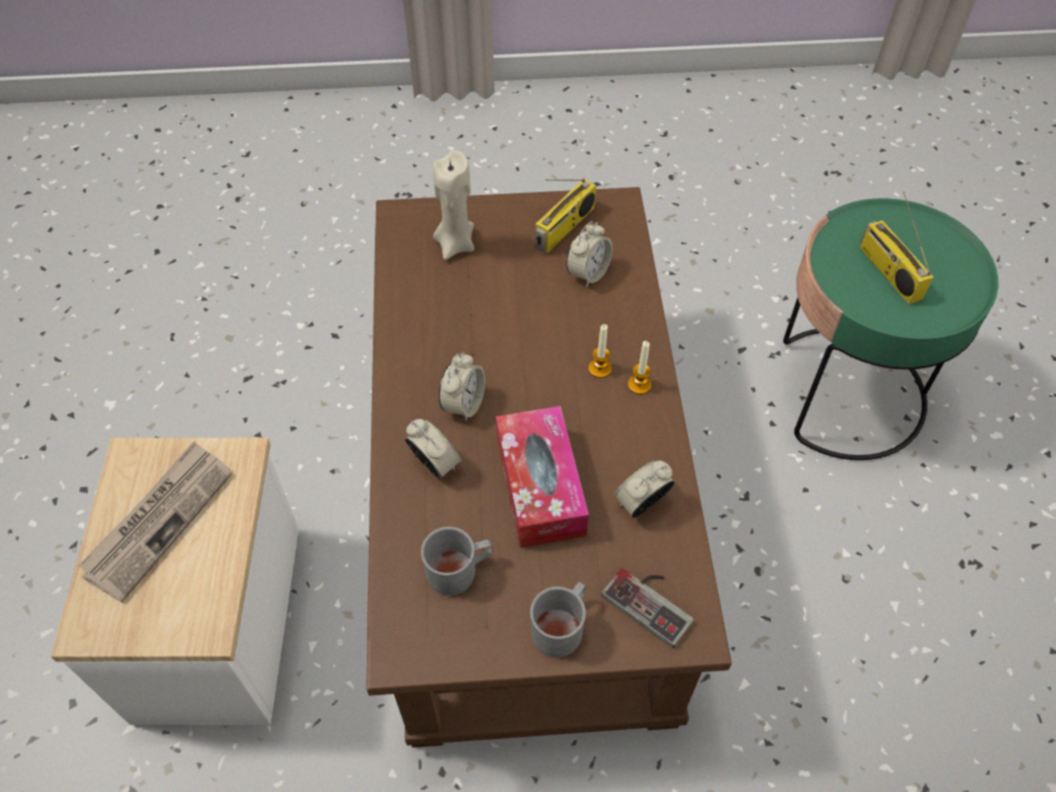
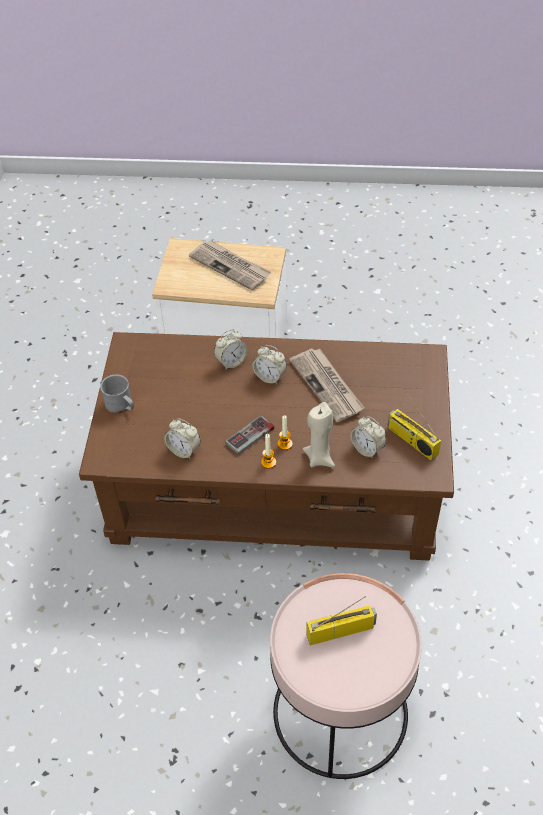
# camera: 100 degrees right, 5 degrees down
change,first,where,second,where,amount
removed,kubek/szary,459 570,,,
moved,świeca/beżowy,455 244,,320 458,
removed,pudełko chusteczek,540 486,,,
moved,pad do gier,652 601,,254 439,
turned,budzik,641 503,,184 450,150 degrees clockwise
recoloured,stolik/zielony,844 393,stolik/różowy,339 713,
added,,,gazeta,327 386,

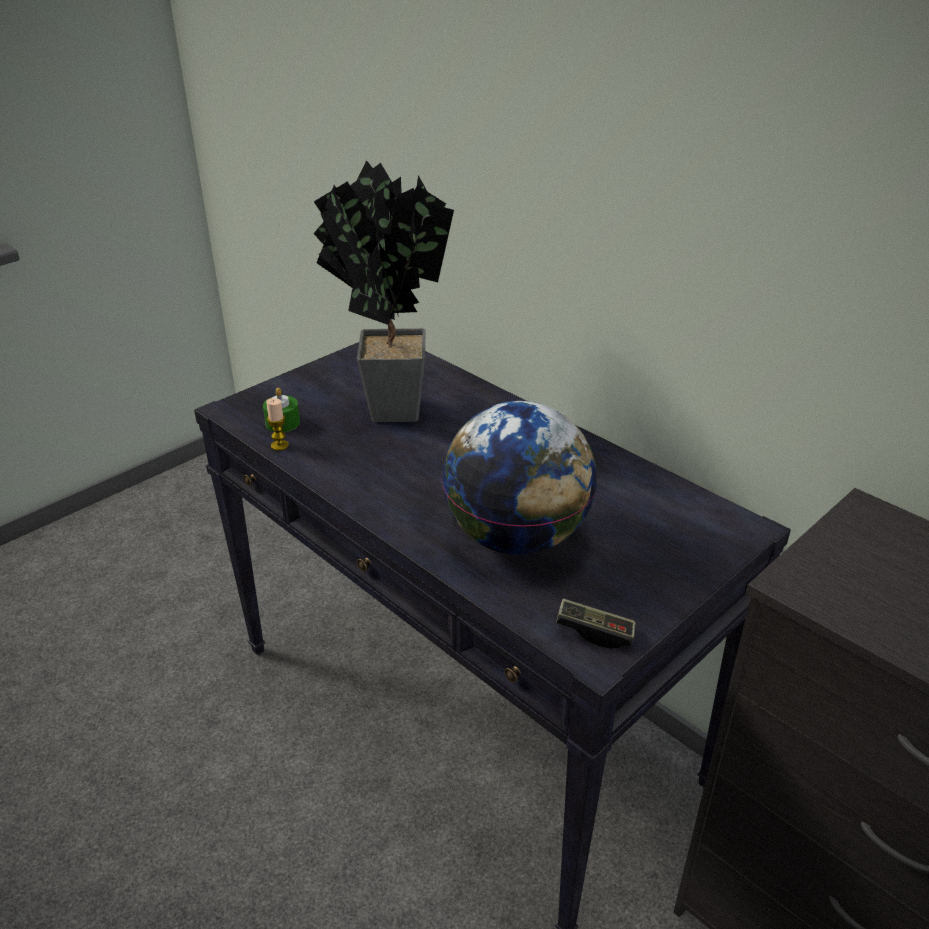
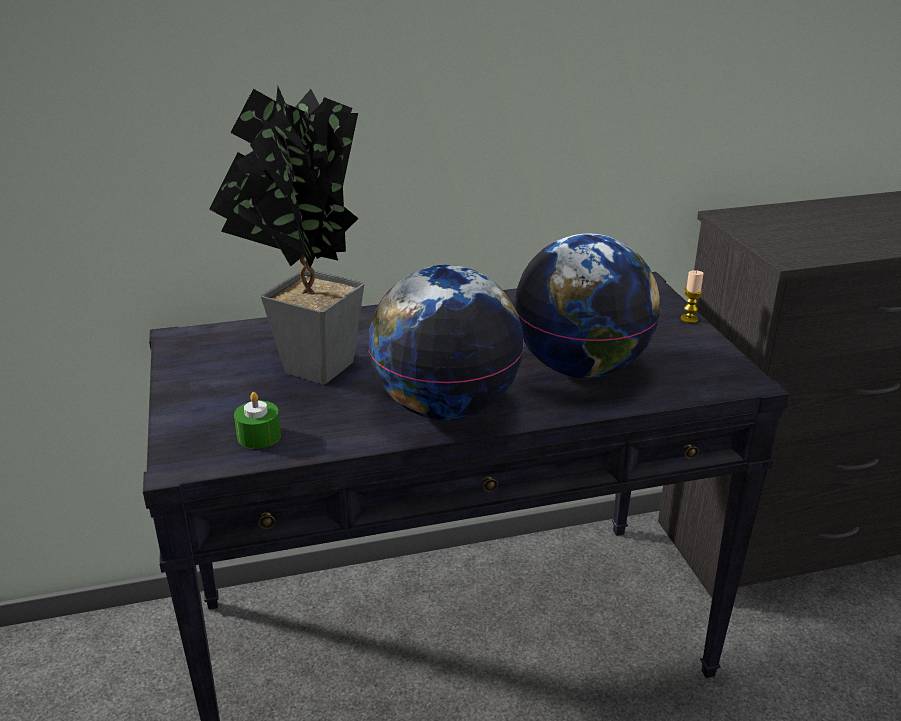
# camera: 60 degrees left, 5 degrees down
change,first,where,second,where,amount
moved,świeca,279 445,,689 319,
removed,pad do gier,594 632,,,
added,,,globus,446 407,

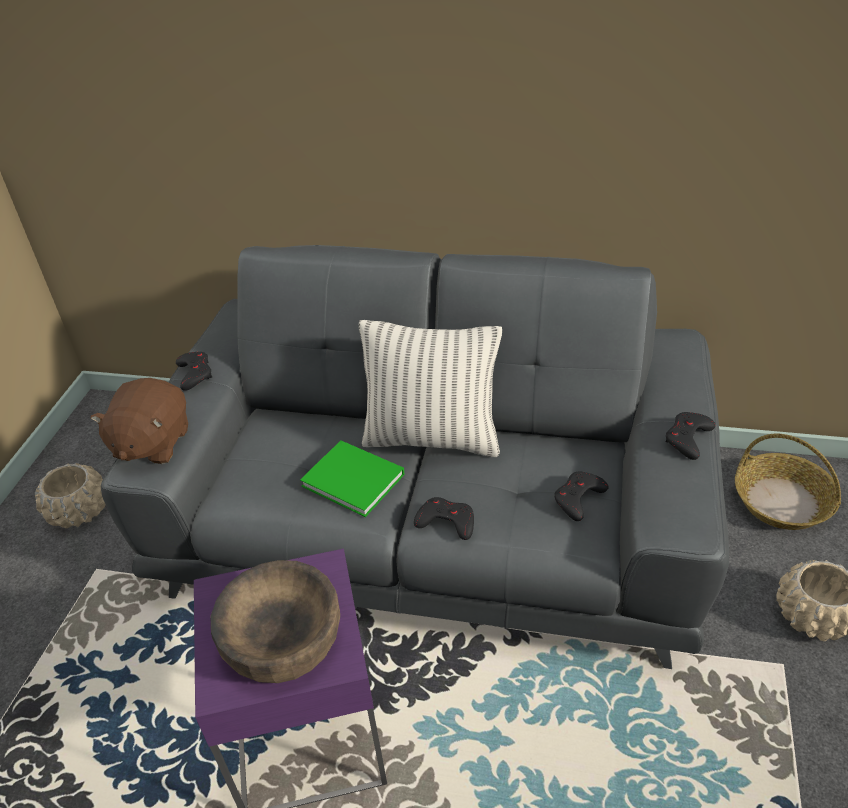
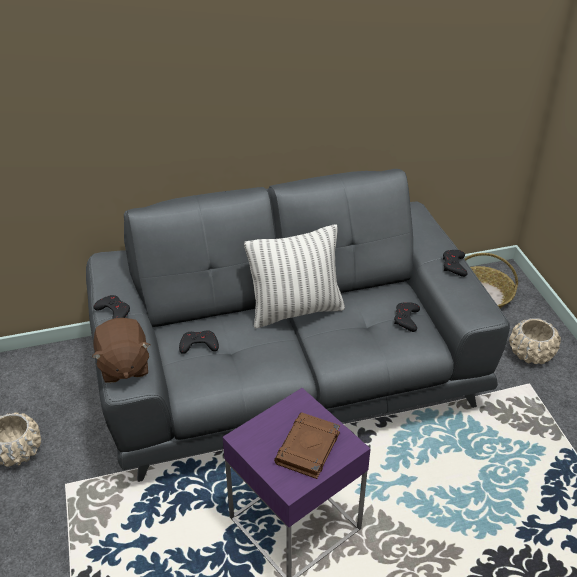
# camera: 30 degrees left, 0 degrees up
change,first,where,second,where,amount
replaced,miska/brązowy,283 642,książka/brązowy,308 449,
removed,książka/zielony,355 481,,,
moved,pad do gier/czarny,446 522,,199 345,

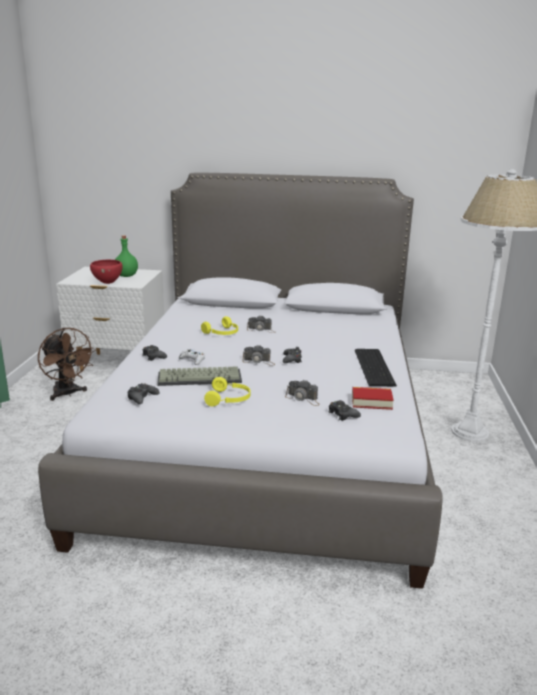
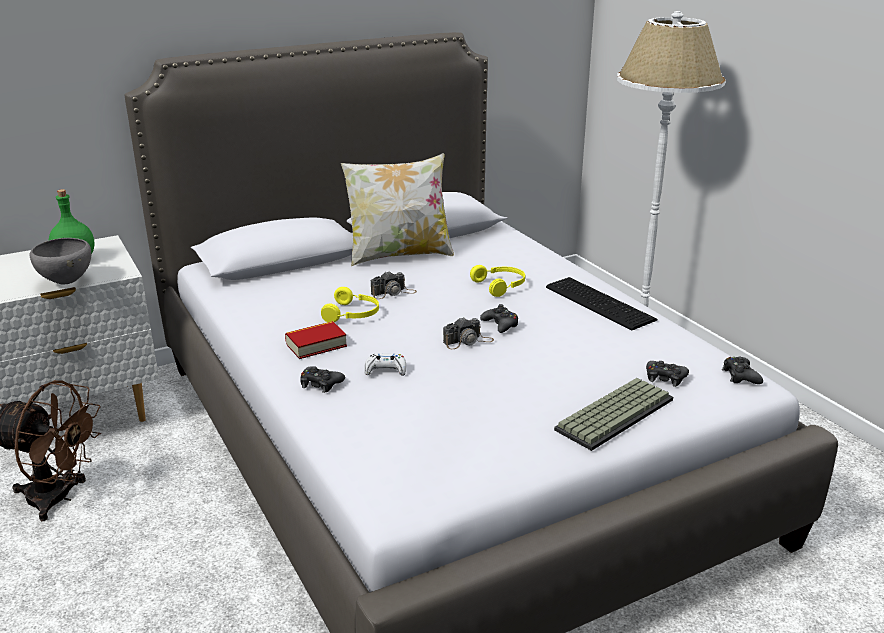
# camera: 35 degrees left, 5 degrees up
change,first,where,second,where,amount
recoloured,miska/czerwony,108 283,miska/szary,67 282,
moved,pad do gier/czarny,142 397,,740 376,
moved,klawiatura,200 377,,614 413,
moved,słuchawki/żółty,229 399,,501 286,
removed,aparat fotograficzny,303 399,,,
moved,książka,371 402,,316 345,
added,,,poduszka,399 255,

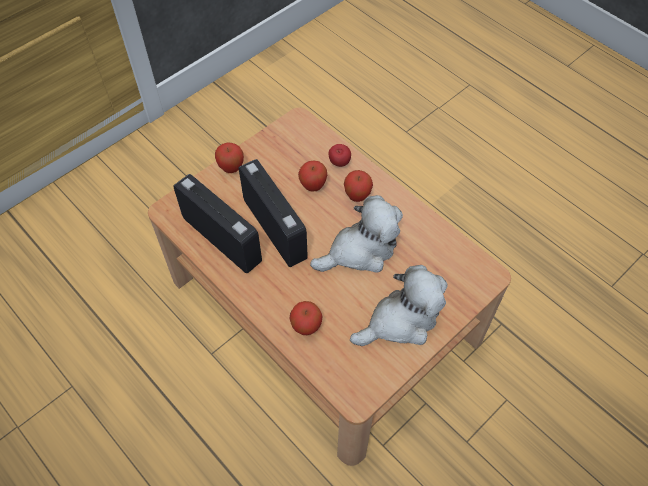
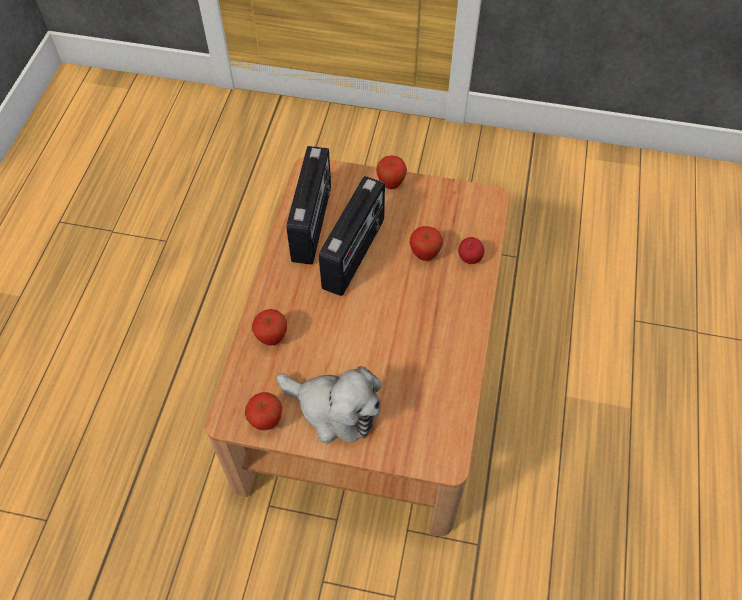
# camera: 55 degrees right, 0 degrees up
change,first,where,second,where,amount
removed,pluszak,360 250,,,
moved,jabłko,357 196,,266 421,

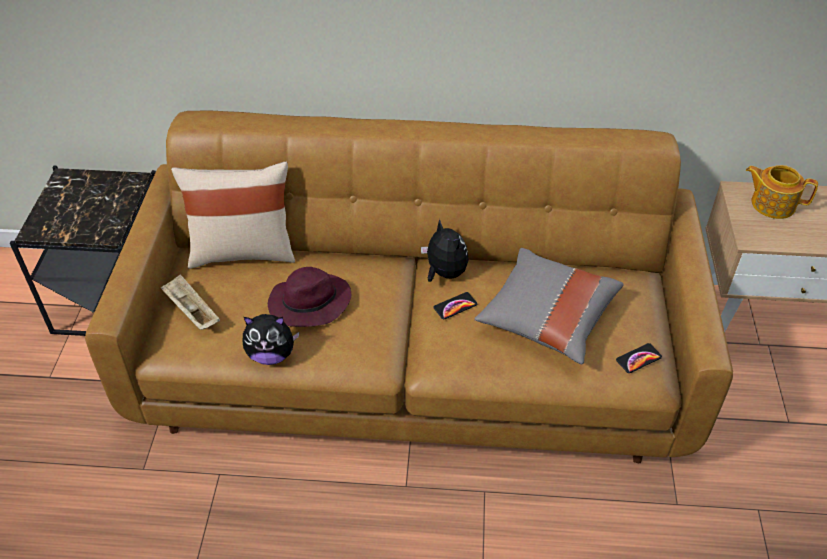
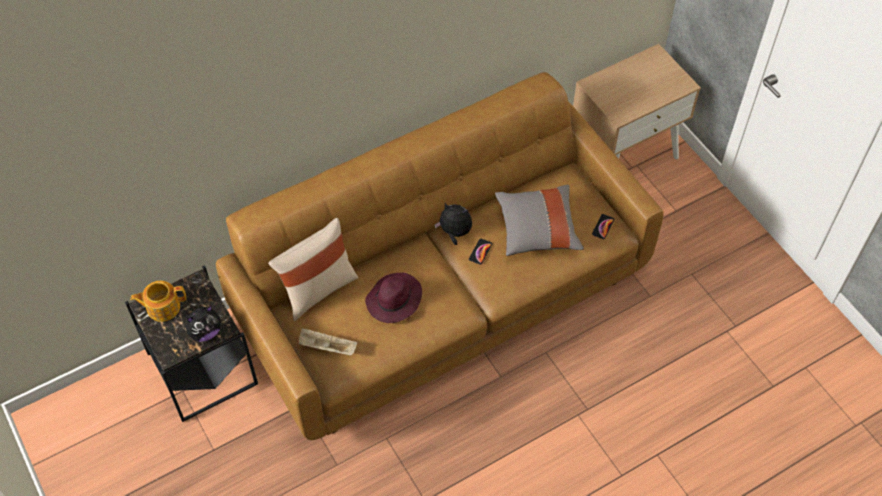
# camera: 35 degrees left, 10 degrees up
change,first,where,second,where,amount
moved,pluszak,271 355,,205 332,
moved,imbryk,772 204,,162 307,

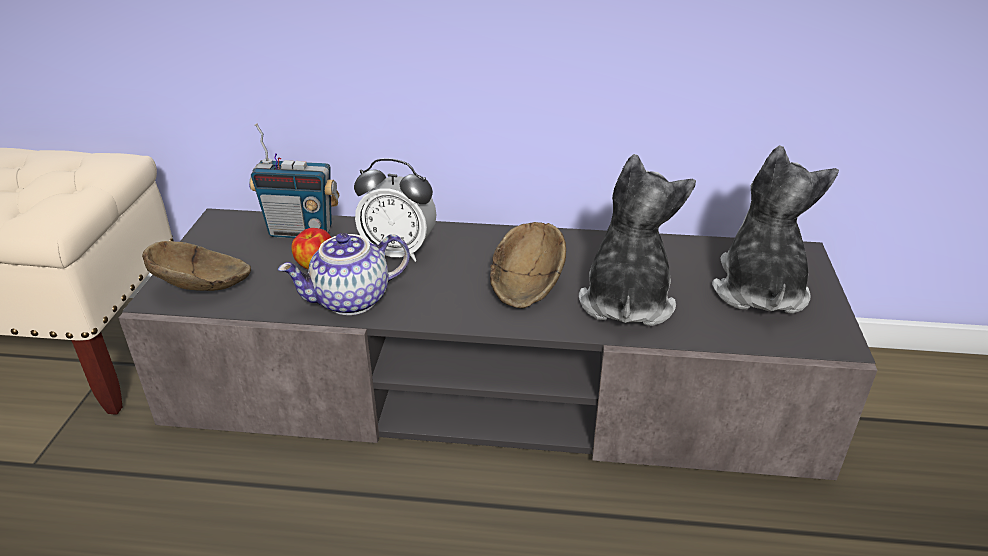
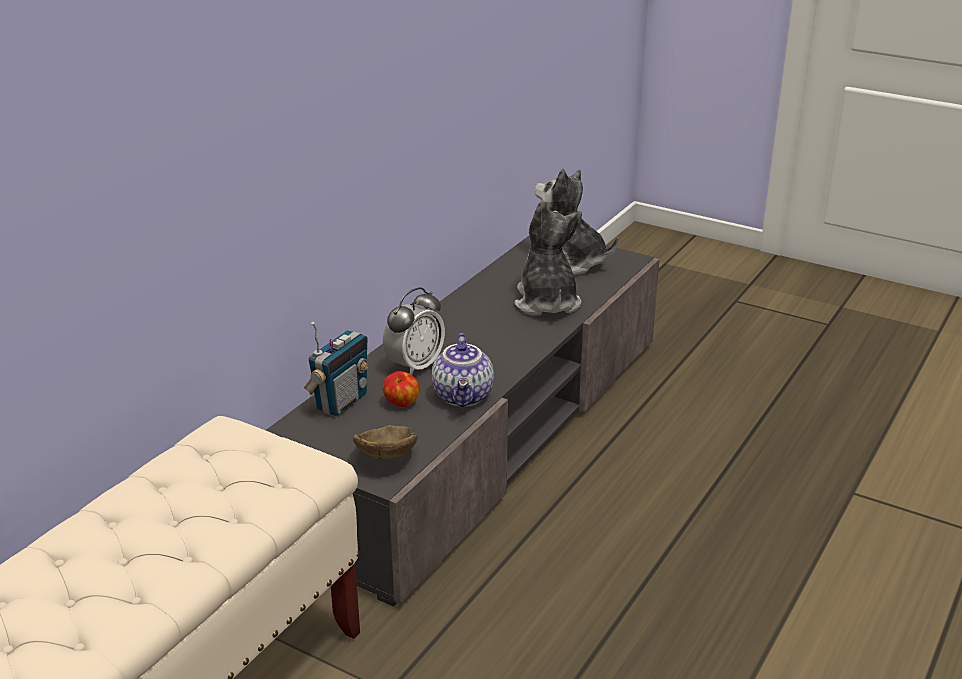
# camera: 65 degrees left, 5 degrees down
change,first,where,second,where,amount
removed,miska/brązowy,524 286,,,
turned,pluszak,626 300,,546 303,45 degrees clockwise

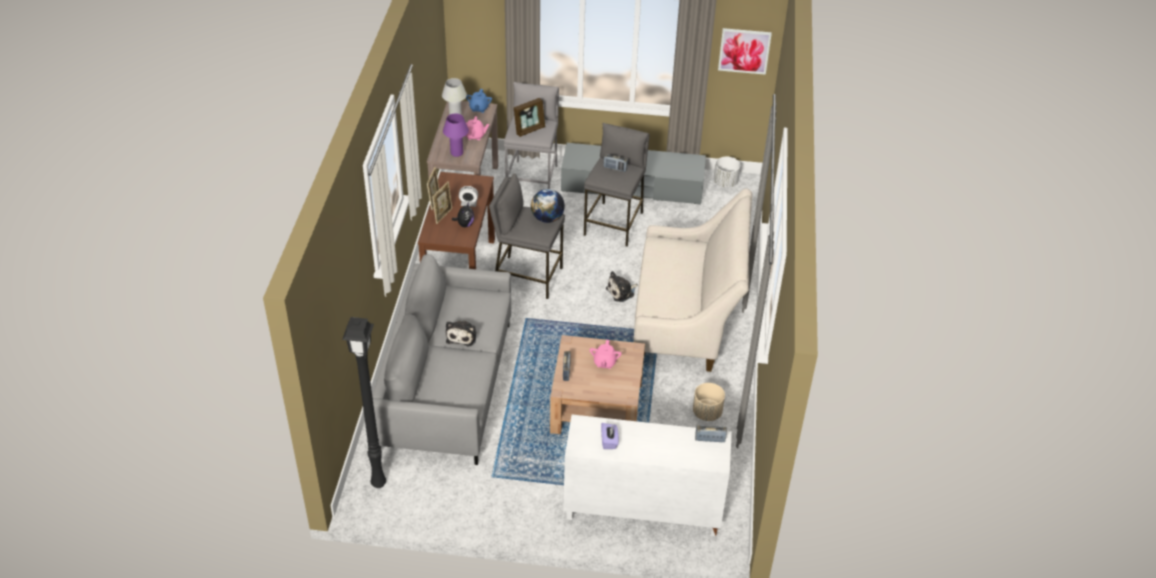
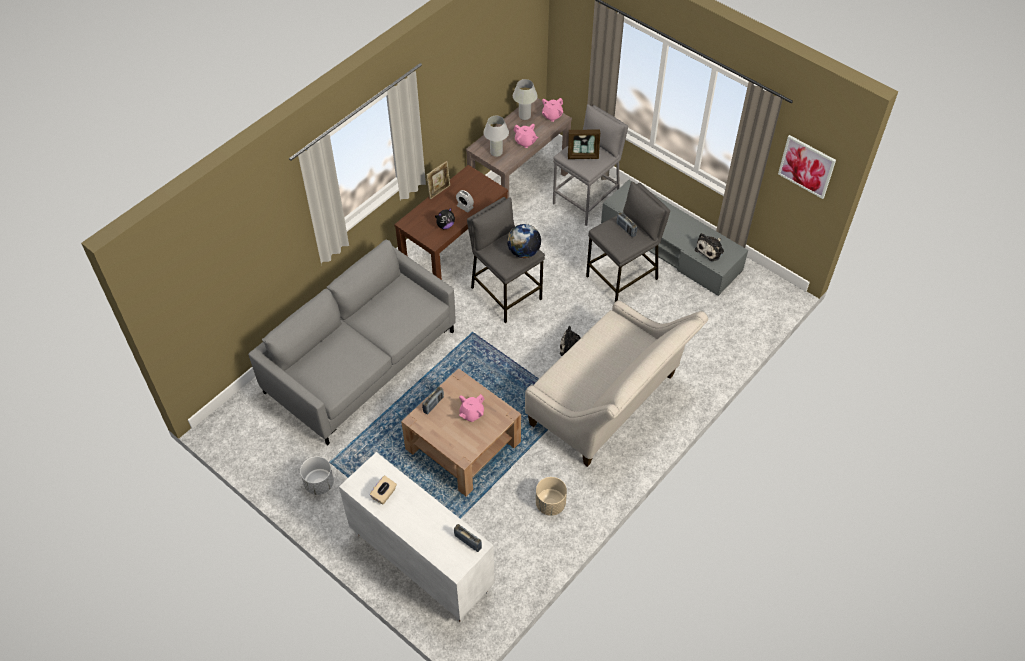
# camera: 35 degrees right, 10 degrees up
change,first,where,second,where,amount
removed,lampa stojąca/czarny,378 482,,,
removed,ramka na zdjęcie,443 215,,,
recoloured,lampa stołowa/fioletowy,456 153,lampa stołowa/biały,496 152,
moved,pluszak,462 336,,710 250,
recoloured,imbryk/niebieski,479 108,imbryk/różowy,552 116,
recoloured,pudełko chusteczek/fioletowy,609 441,pudełko chusteczek/beżowy,384 494,
moved,donica/biały,725 182,,319 484,

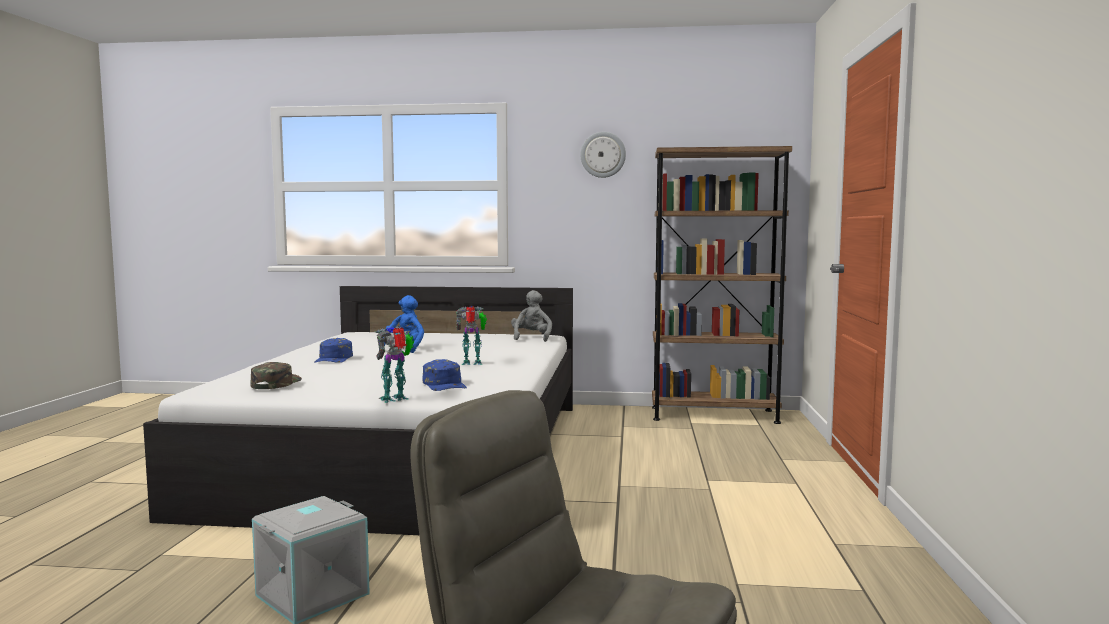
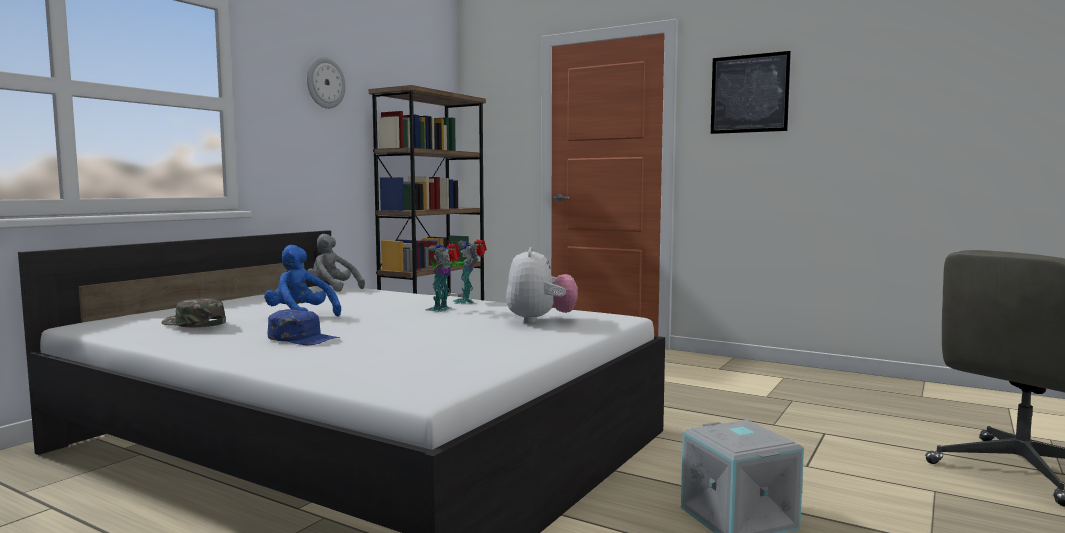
# camera: 65 degrees left, 0 degrees up
change,first,where,second,where,amount
moved,czapka z daszkiem/zielony,275 383,,193 323,
moved,robot zabawkowy,395 399,,466 301,
replaced,czapka z daszkiem/niebieski,445 385,pluszak,540 320,
added,,,obraz,749 93,

